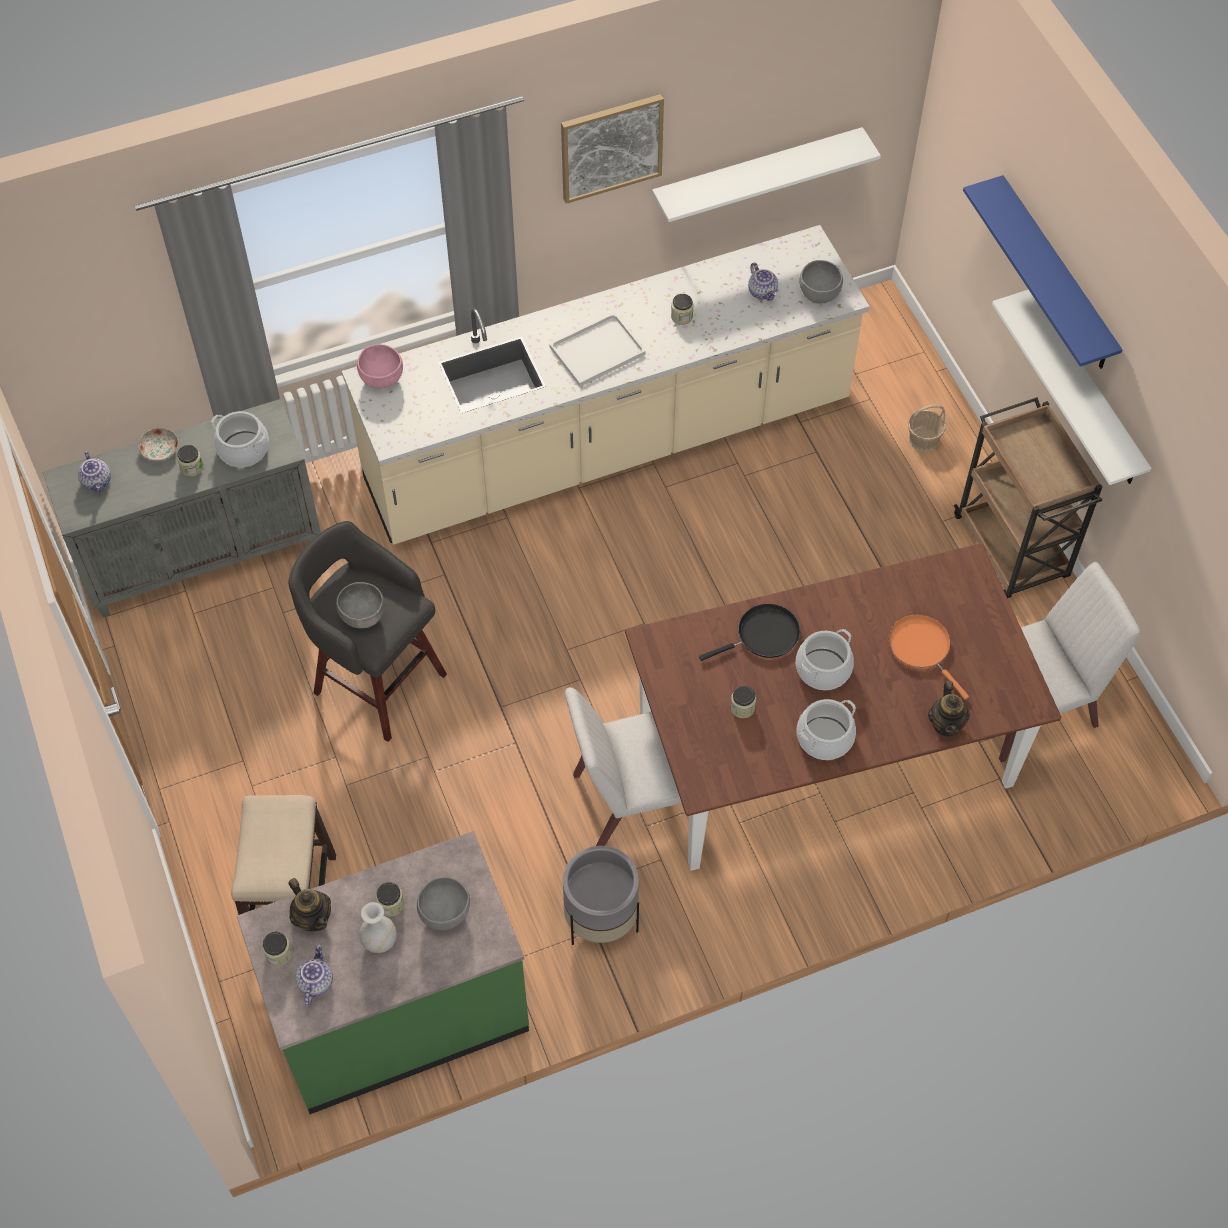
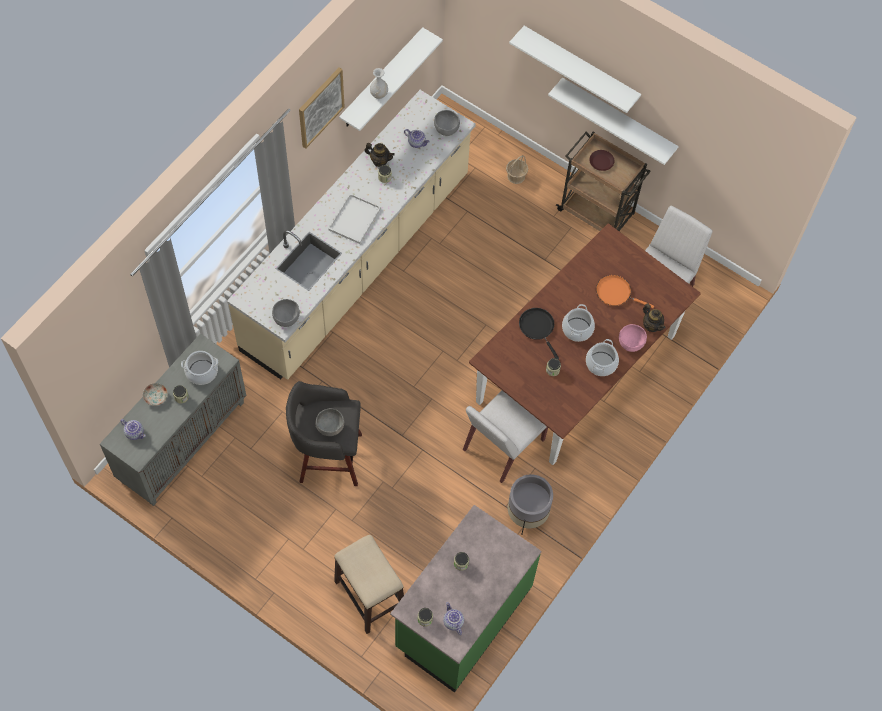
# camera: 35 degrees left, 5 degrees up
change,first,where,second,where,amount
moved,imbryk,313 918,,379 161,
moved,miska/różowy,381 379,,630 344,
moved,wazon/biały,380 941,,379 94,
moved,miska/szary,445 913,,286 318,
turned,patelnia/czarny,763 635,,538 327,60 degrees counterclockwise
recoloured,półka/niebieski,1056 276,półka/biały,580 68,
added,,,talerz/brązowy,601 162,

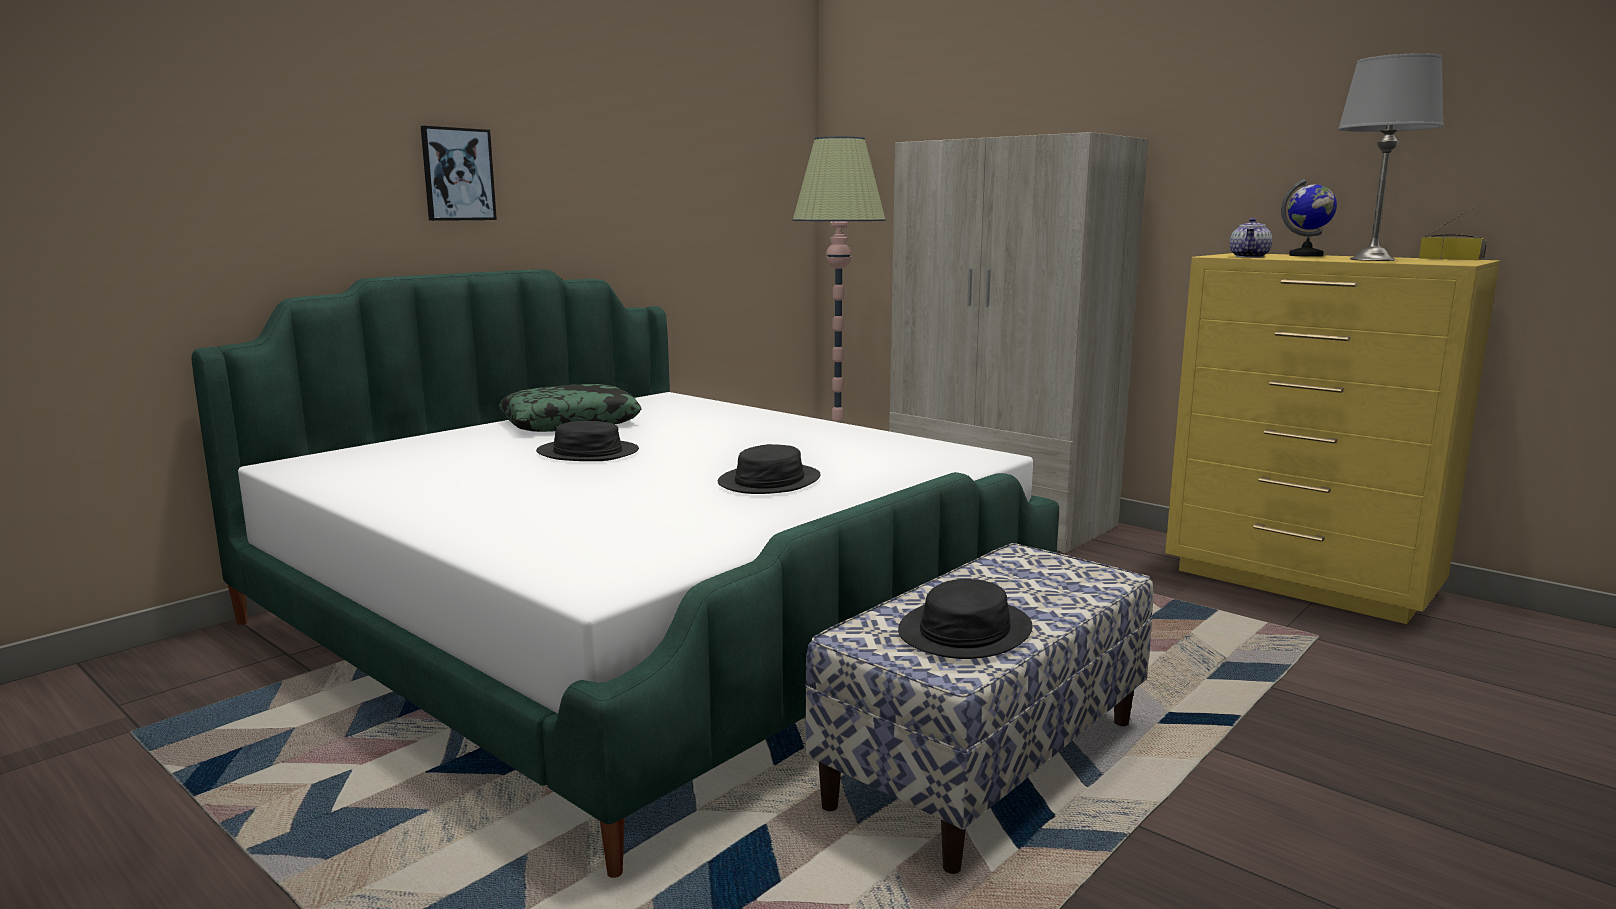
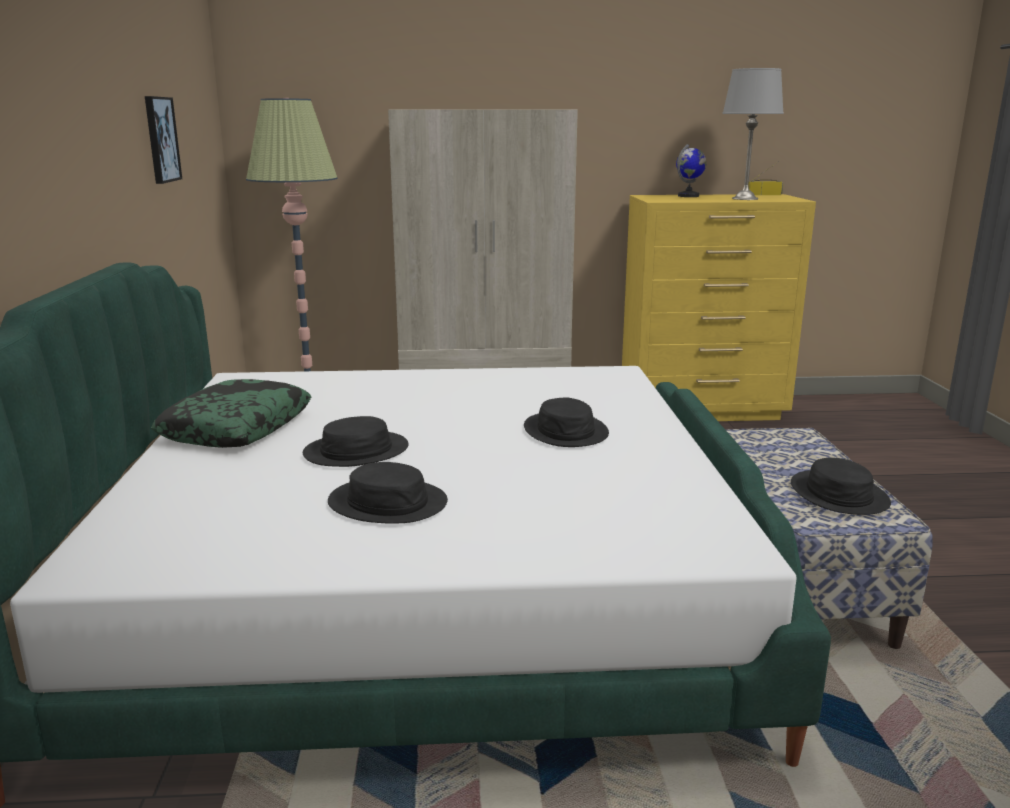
# camera: 45 degrees left, 5 degrees up
change,first,where,second,where,amount
moved,obraz,458 174,,161 139,
removed,imbryk,1250 257,,,
added,,,kapelusz/czarny,388 503,

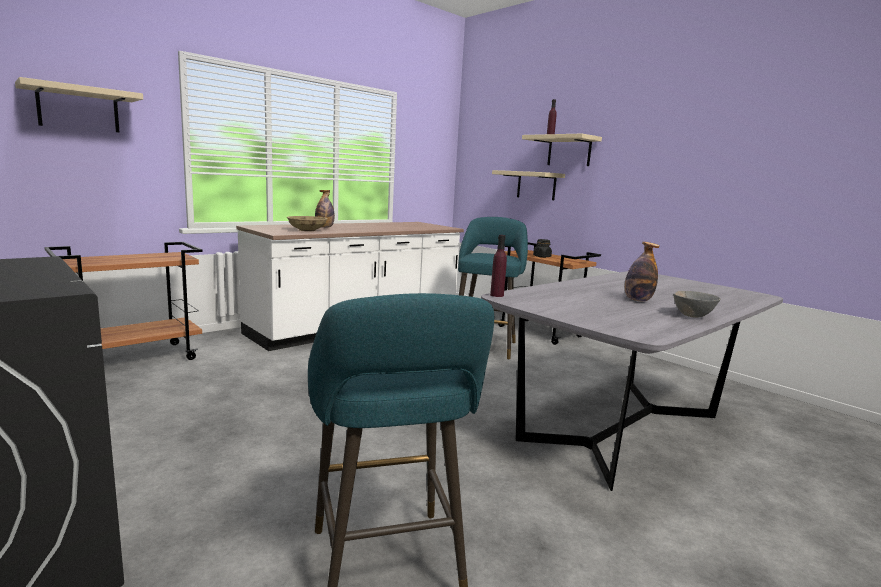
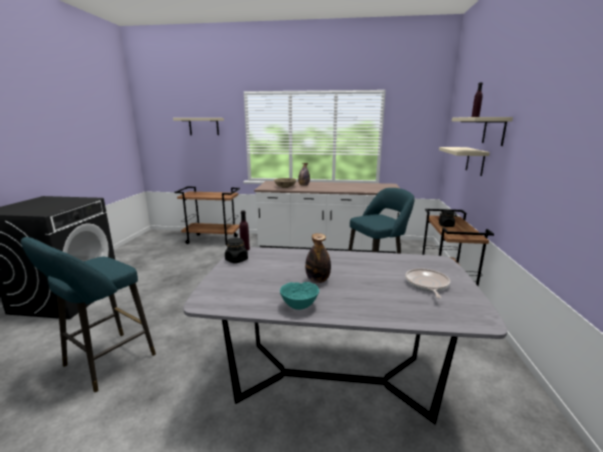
# camera: 50 degrees right, 5 degrees up
change,first,where,second,where,amount
recoloured,miska/szary,692 316,miska/turkusowy,299 306,
added,,,słoik/czarny,236 260,
added,,,patelnia,427 284,

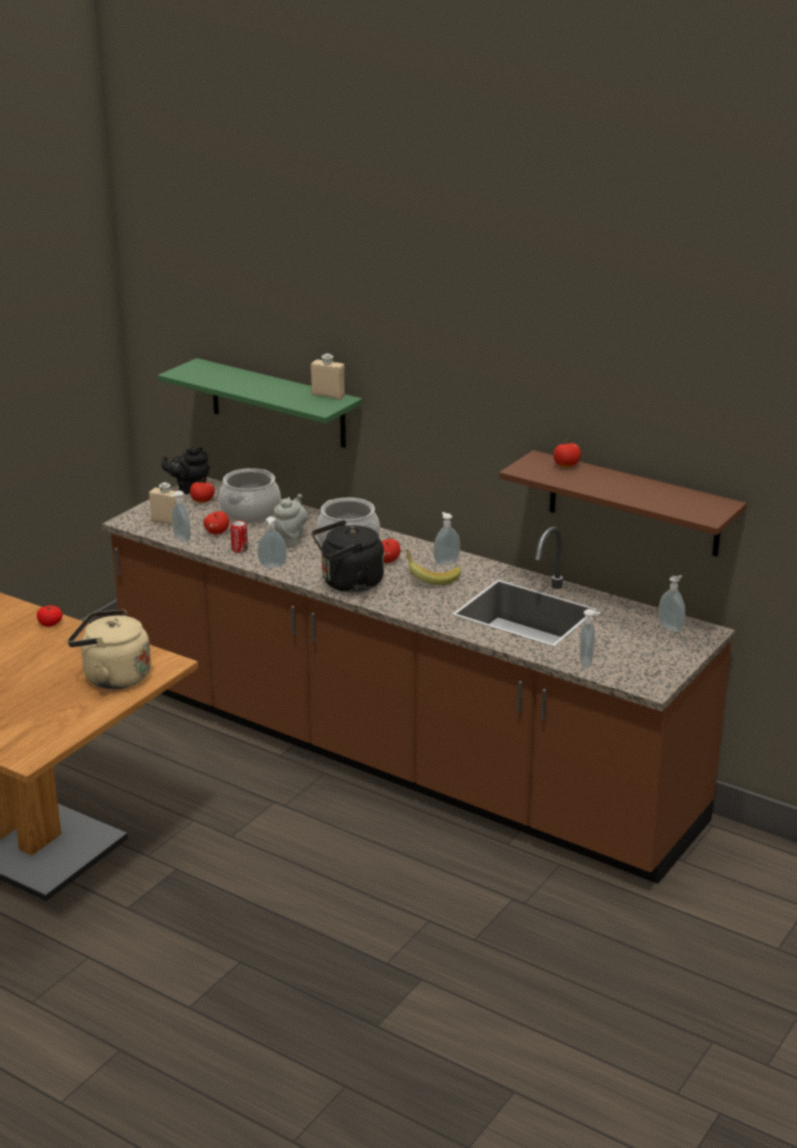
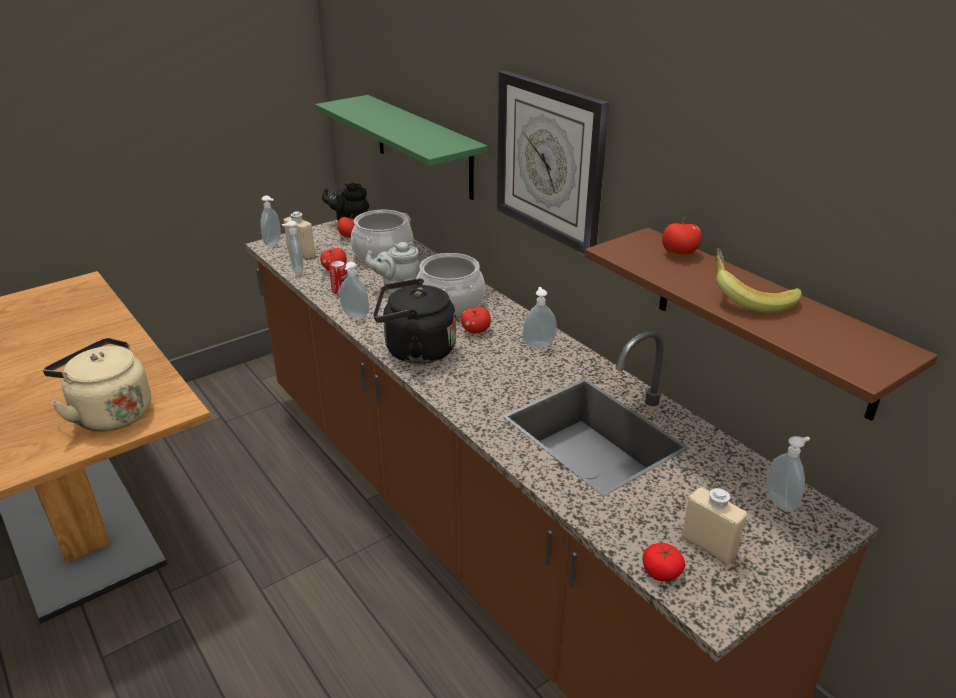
# camera: 20 degrees right, 5 degrees up
change,first,where,second,where,amount
moved,pomidor,50 623,,661 572,
turned,imbryk/szary,290 539,,397 288,135 degrees counterclockwise
moved,butelka/beżowy,328 396,,708 546,
moved,banan,431 577,,749 298,
moved,dozownik mydła,587 663,,273 243,
added,,,zegar ścienny,550 161,

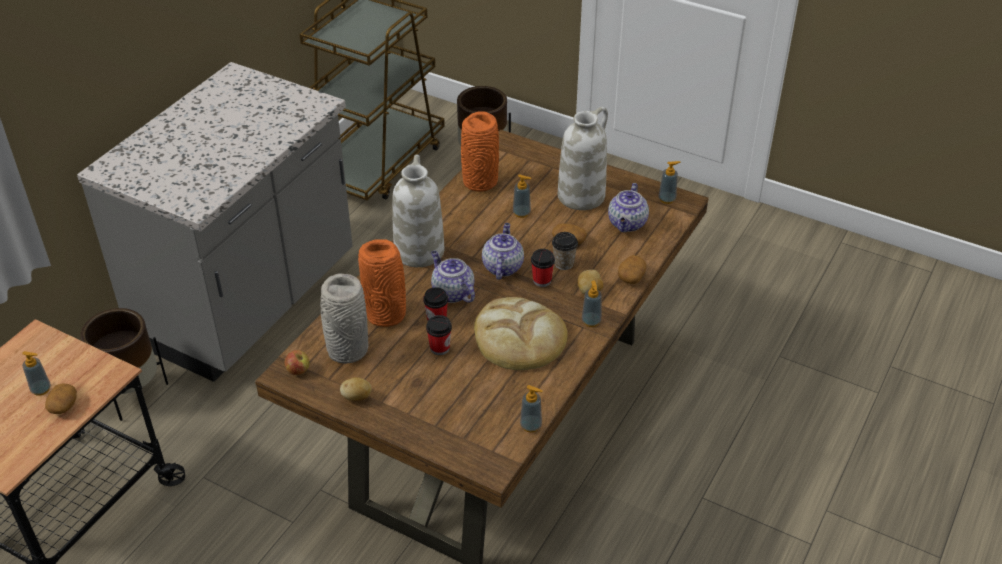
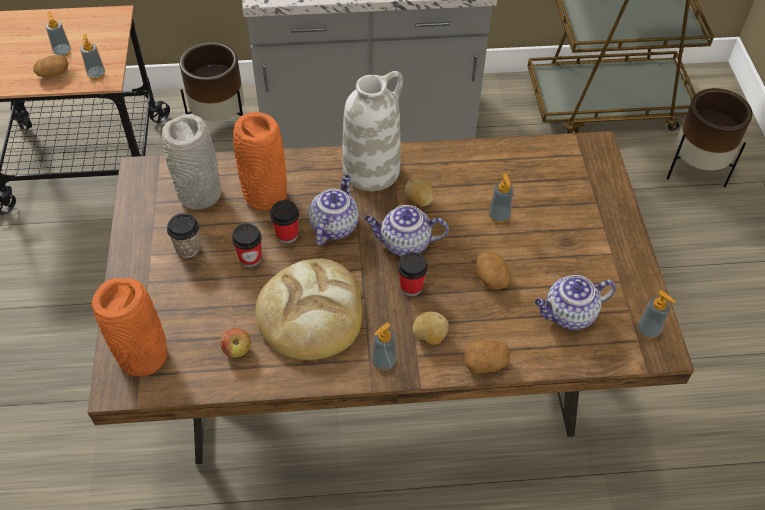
# camera: 55 degrees right, 10 degrees up
change,first,where,second,where,amount
moved,jabłko,298 370,,237 350,
moved,ziemniak,357 397,,419 200,
moved,wazon/pomarańczowy,479 181,,144 355,
turned,imbryk,502 267,,404 244,150 degrees counterclockwise
moved,dozownik mydła,531 425,,96 75,
moved,filiżanka,564 263,,188 248,
removed,wazon/biały,581 195,,,

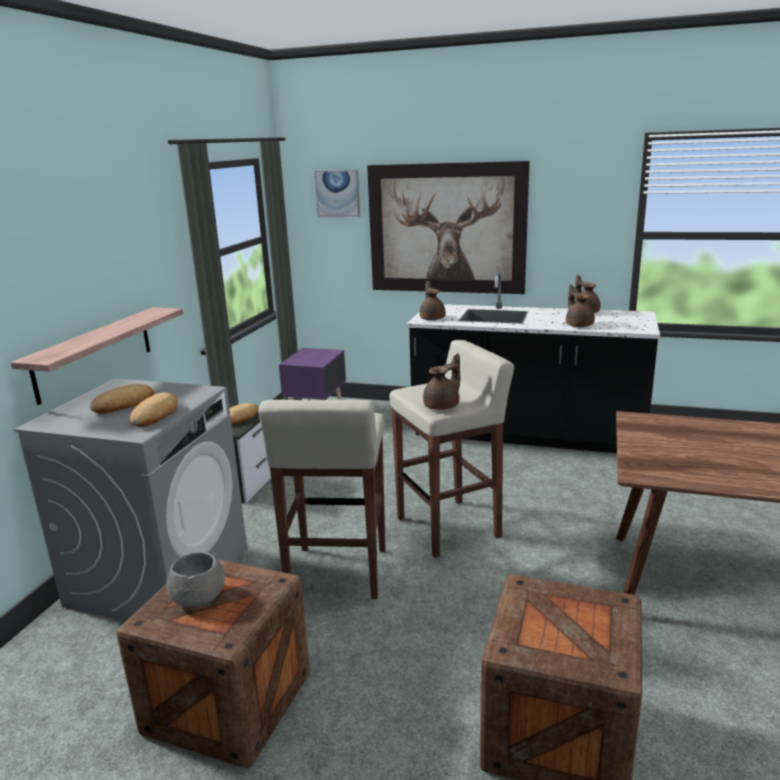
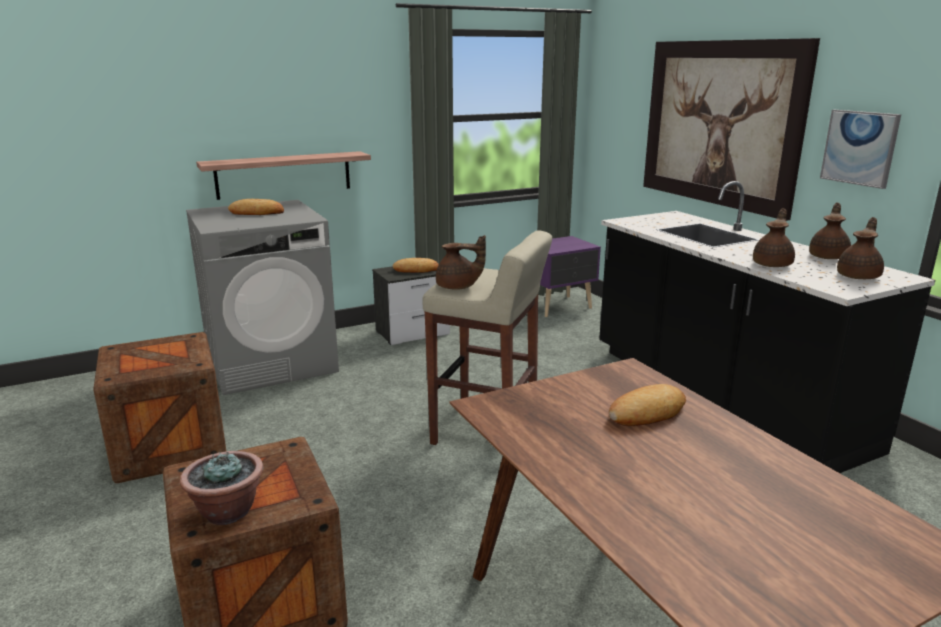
# camera: 45 degrees right, 0 degrees up
change,first,where,second,where,amount
moved,chleb,155 415,,647 412,
removed,miska/szary,198 597,,,
removed,stołek/beżowy,337 573,,,
moved,obraz,338 193,,859 148,
moved,imbryk/brązowy,432 318,,859 276,
added,,,roślina doniczkowa,227 512,

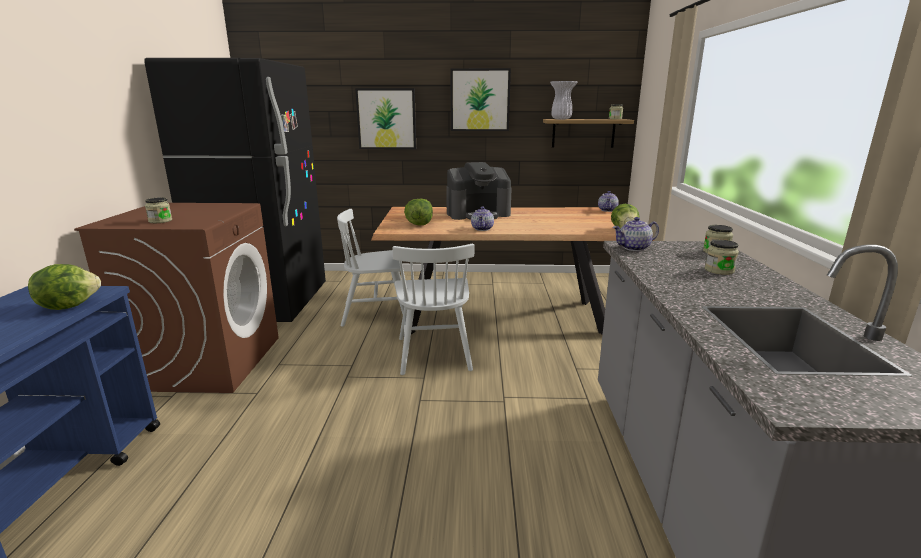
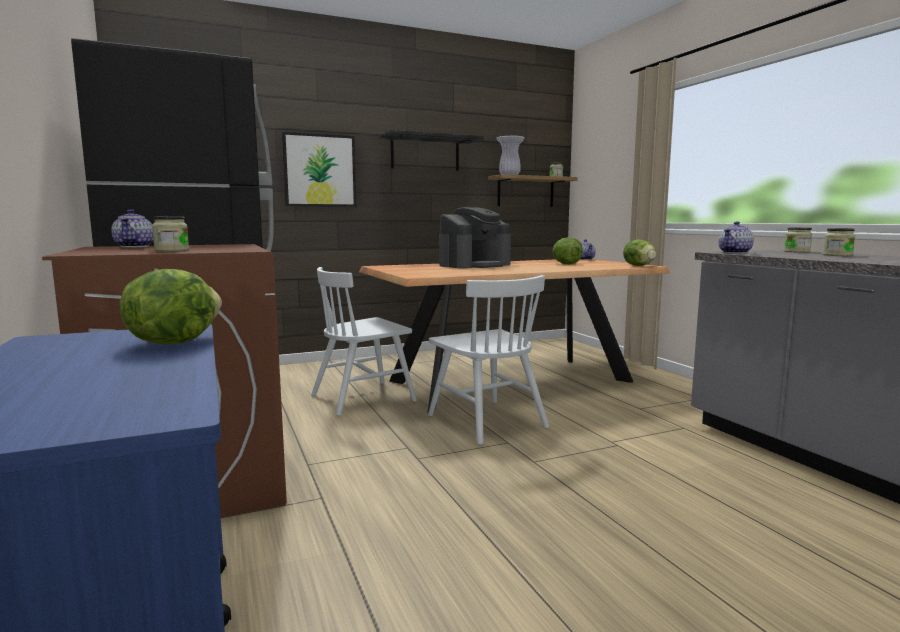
# camera: 25 degrees left, 10 degrees down
change,first,where,second,where,amount
moved,sałata,419 224,,566 264,
replaced,obraz,480 100,półka/czarny,425 153,
moved,imbryk,483 229,,135 246,

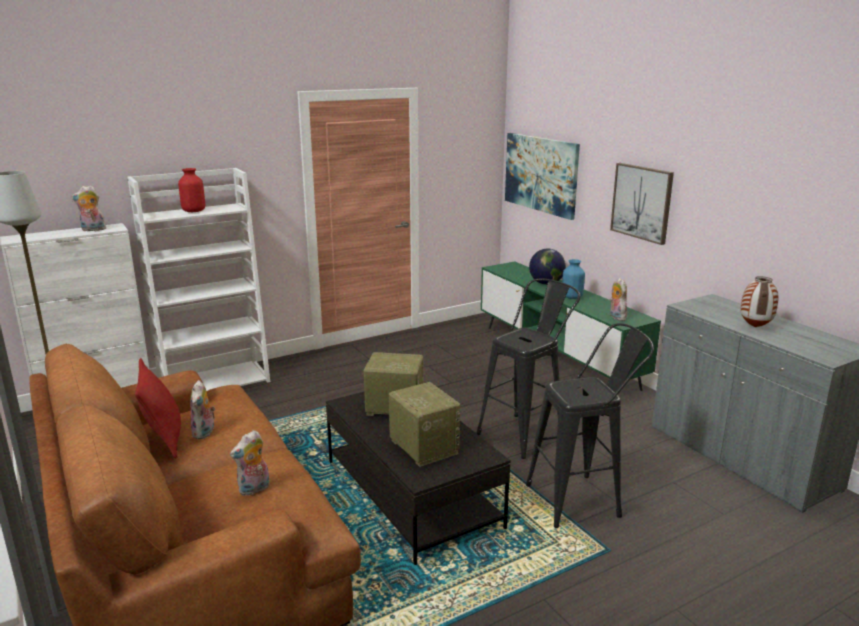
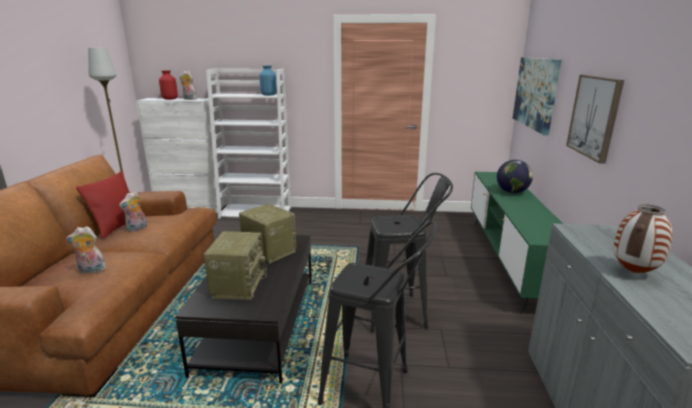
# camera: 35 degrees right, 0 degrees up
change,first,where,second,where,amount
moved,wazon/czerwony,194 211,,170 99,
moved,wazon/niebieski,572 297,,268 95,
removed,pluszak,616 317,,,

